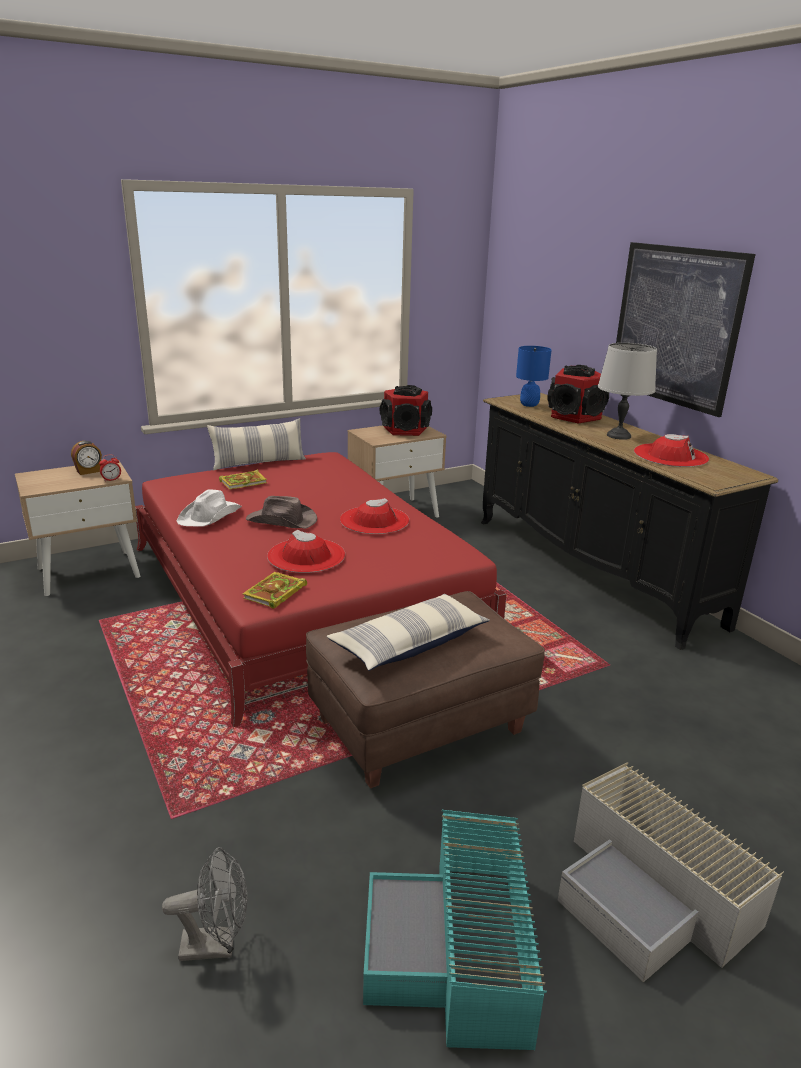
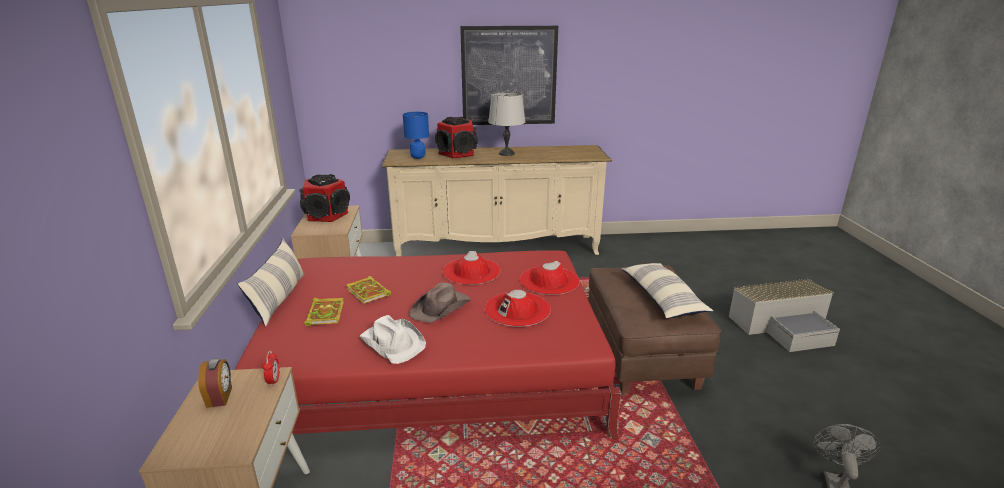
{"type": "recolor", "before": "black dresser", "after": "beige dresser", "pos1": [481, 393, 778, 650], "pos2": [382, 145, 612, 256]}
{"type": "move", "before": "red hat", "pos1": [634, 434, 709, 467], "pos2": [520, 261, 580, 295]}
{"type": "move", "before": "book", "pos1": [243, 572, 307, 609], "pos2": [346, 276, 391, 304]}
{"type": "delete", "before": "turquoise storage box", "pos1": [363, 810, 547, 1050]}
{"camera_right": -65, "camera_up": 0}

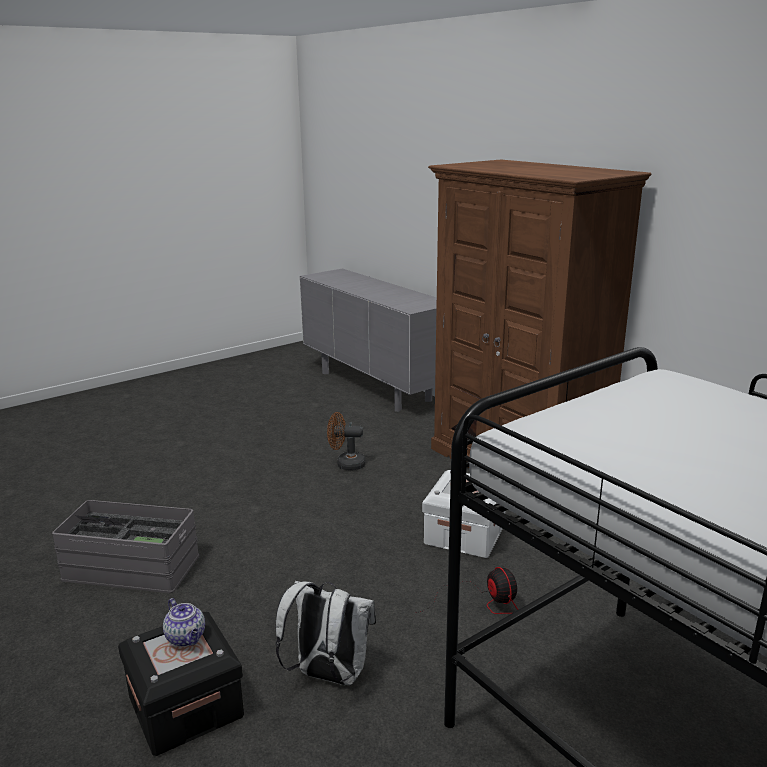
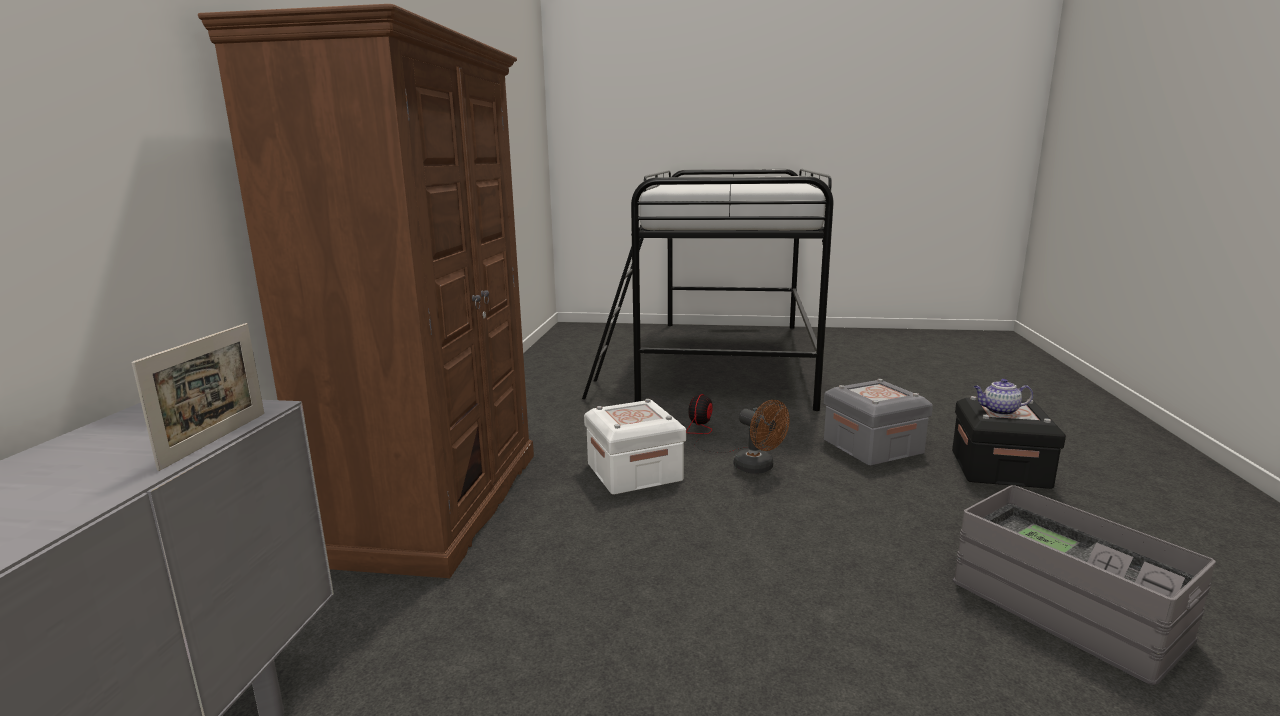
{"type": "move", "before": "brown fan", "pos1": [327, 412, 366, 470], "pos2": [734, 400, 789, 474]}
{"type": "replace", "before": "white backpack", "after": "grey storage box", "pos1": [275, 581, 376, 685], "pos2": [824, 379, 933, 466]}
{"type": "rotate", "before": "teapot", "pos1": [163, 598, 205, 647], "pos2": [974, 379, 1033, 415], "turn": -90}
{"type": "insert", "after": "picture frame", "pos2": [131, 323, 264, 471]}
{"camera_right": -135, "camera_up": -5}

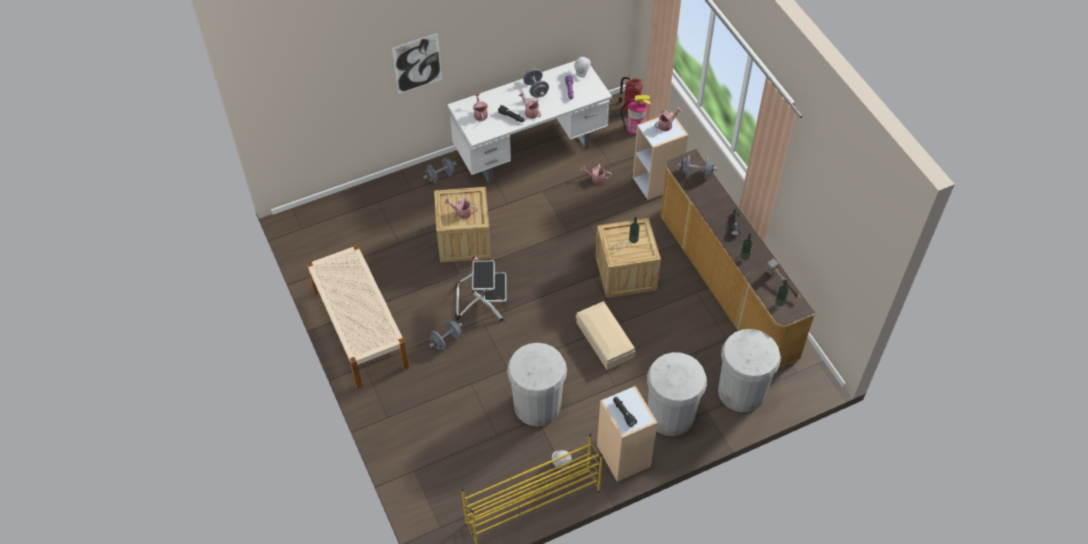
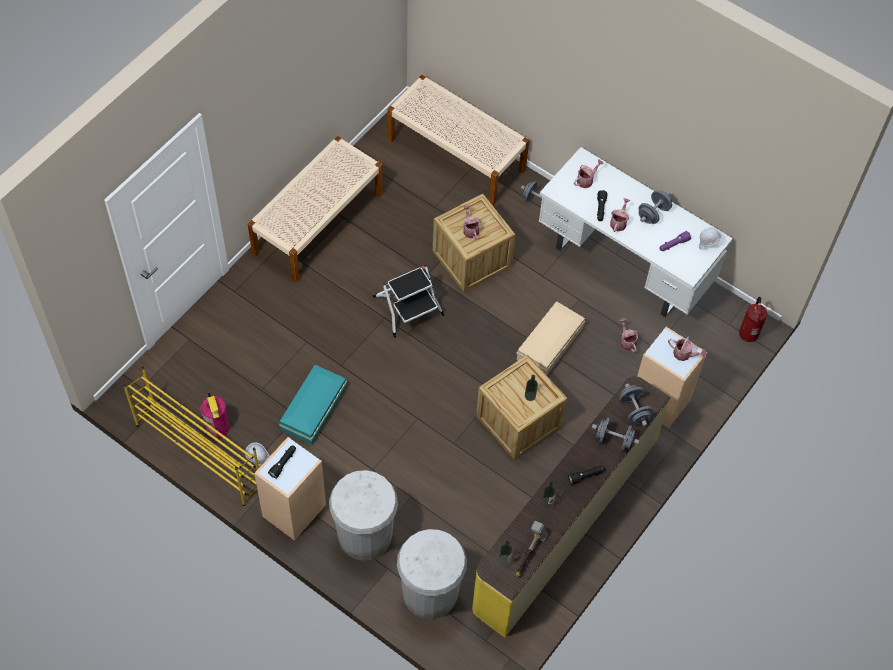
{"type": "delete", "before": "picture", "pos1": [392, 33, 442, 94]}
{"type": "move", "before": "fire extinguisher", "pos1": [621, 95, 651, 136], "pos2": [200, 393, 229, 438]}
{"type": "recolor", "before": "brown cabinet", "after": "yellow cabinet", "pos1": [660, 149, 815, 369], "pos2": [472, 376, 671, 637]}
{"type": "move", "before": "beige storage box", "pos1": [576, 301, 636, 370], "pos2": [516, 301, 585, 375]}
{"type": "move", "before": "grey dumbbell", "pos1": [429, 320, 462, 350], "pos2": [592, 418, 640, 451]}
{"type": "replace", "before": "white trash can", "after": "turquoise storage box", "pos1": [507, 343, 567, 426], "pos2": [279, 365, 347, 445]}
{"type": "insert", "after": "beige bench", "pos2": [387, 75, 529, 206]}
{"camera_right": 60, "camera_up": 5}

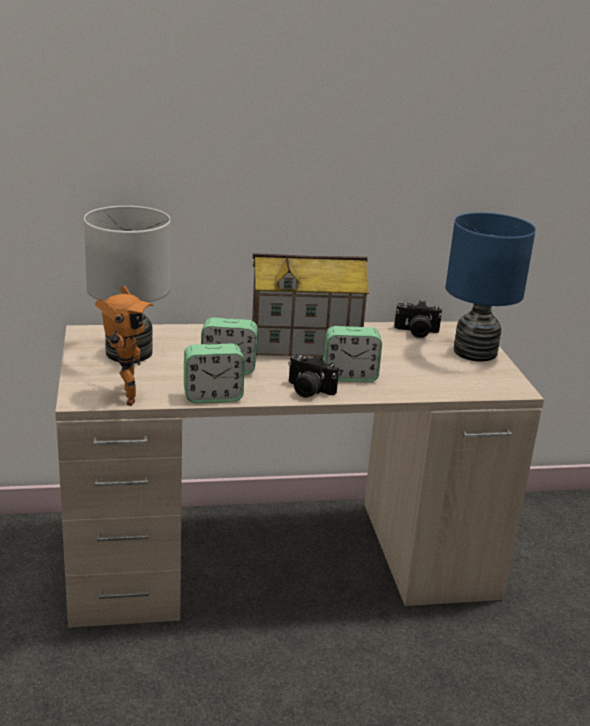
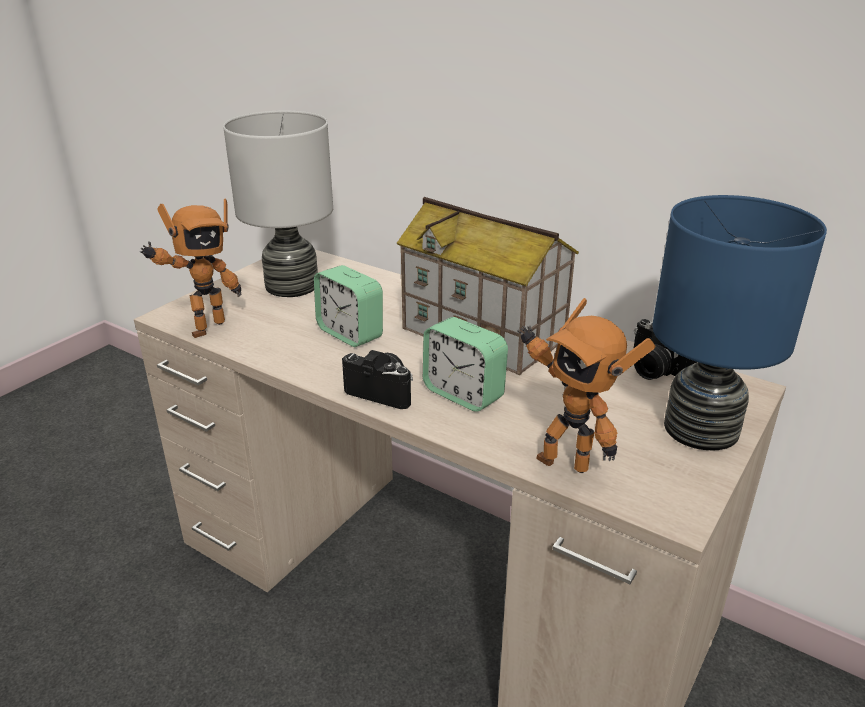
{"type": "delete", "before": "alarm clock", "pos1": [184, 344, 245, 403]}
{"type": "rotate", "before": "photo camera", "pos1": [288, 354, 339, 398], "pos2": [342, 350, 413, 409], "turn": 135}
{"type": "insert", "after": "toy robot", "pos2": [517, 298, 655, 473]}
{"camera_right": 45, "camera_up": 5}

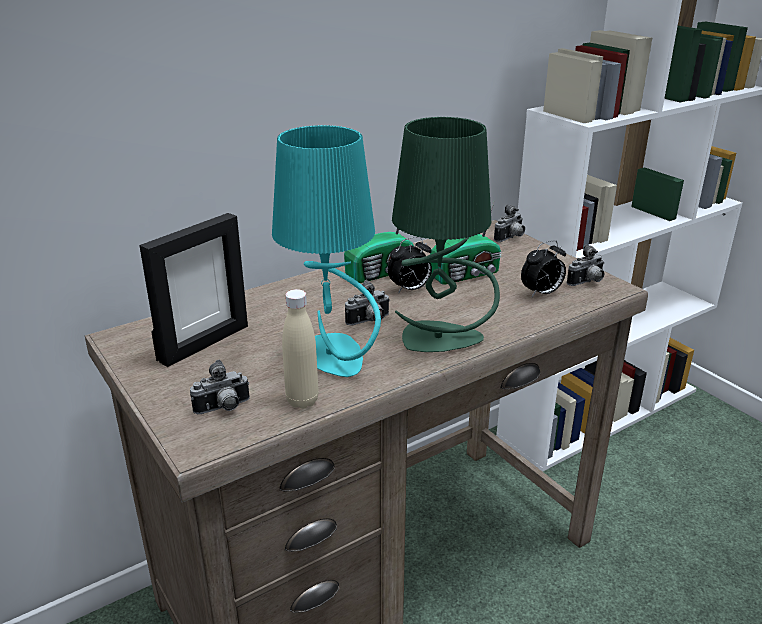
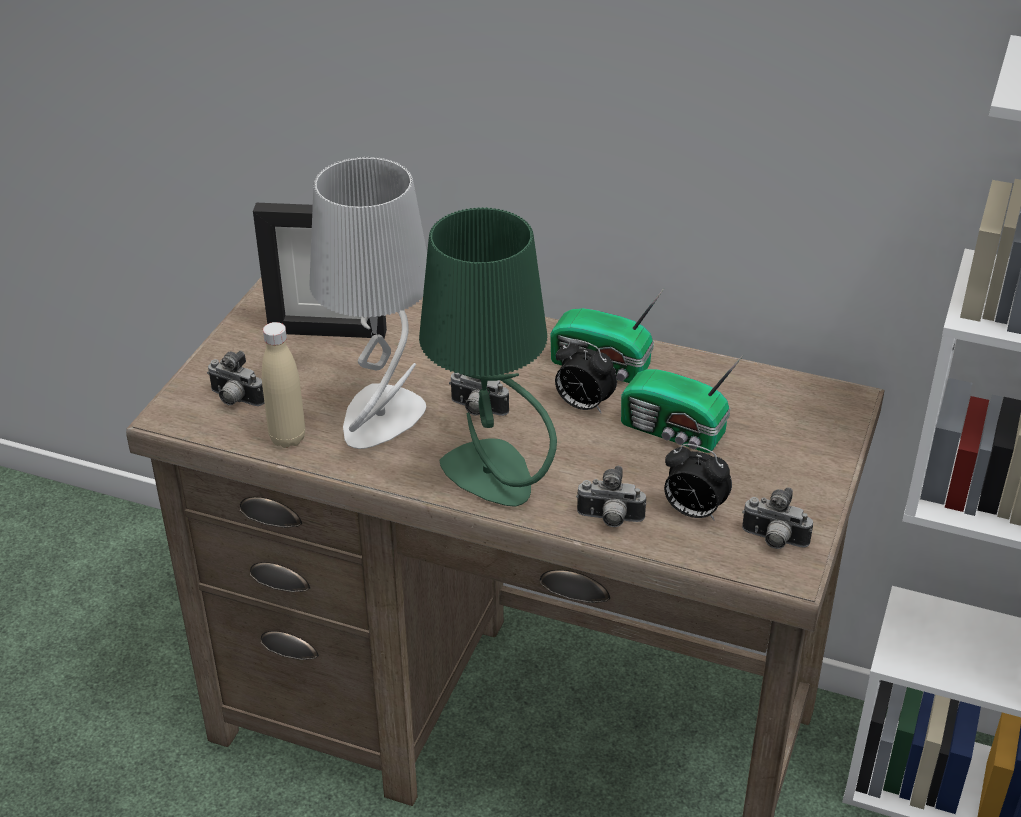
{"type": "recolor", "before": "turquoise table lamp", "after": "grey table lamp", "pos1": [272, 125, 381, 377], "pos2": [309, 157, 427, 449]}
{"type": "move", "before": "photo camera", "pos1": [494, 205, 525, 242], "pos2": [576, 466, 646, 527]}
{"camera_right": 55, "camera_up": 10}

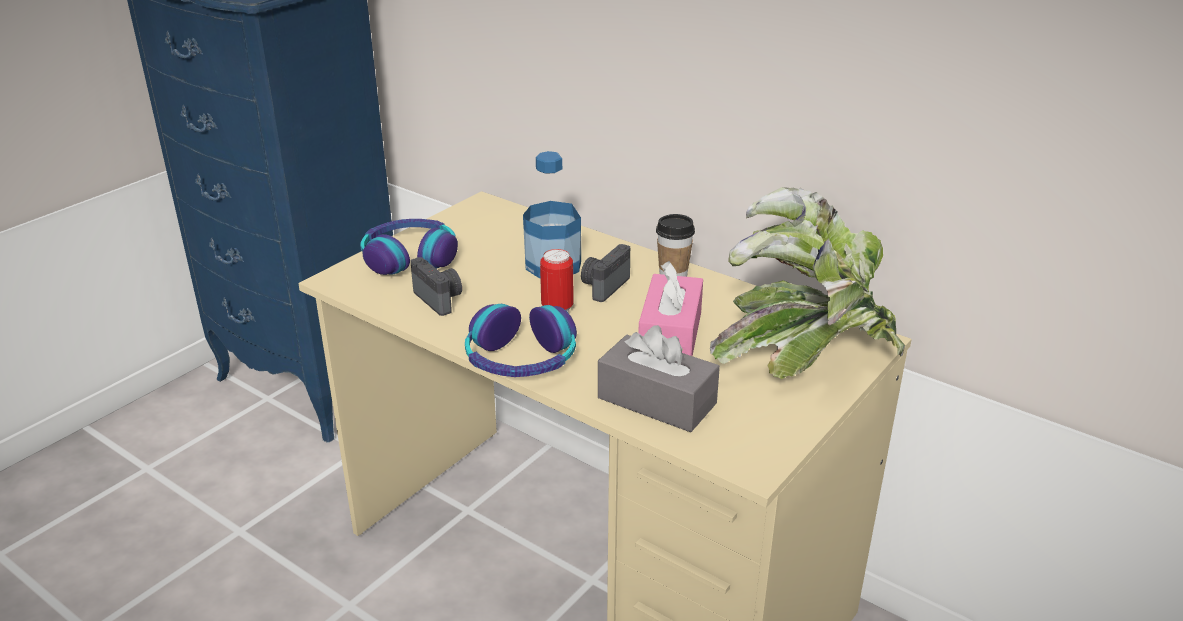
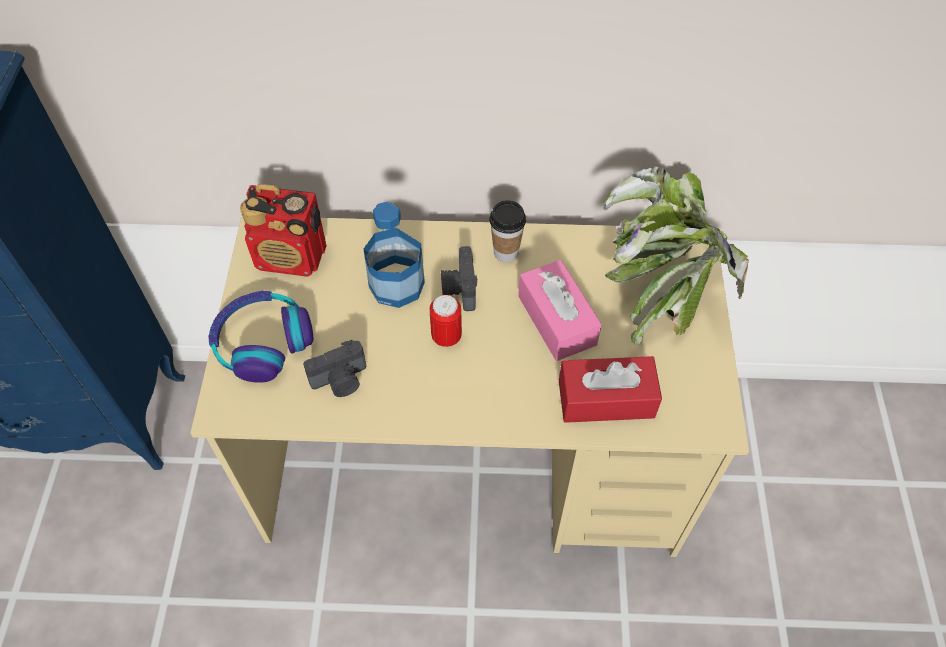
{"type": "rotate", "before": "photo camera", "pos1": [410, 257, 462, 316], "pos2": [303, 340, 366, 397], "turn": 135}
{"type": "delete", "before": "headphones", "pos1": [465, 304, 577, 377]}
{"type": "recolor", "before": "grey tissue box", "after": "red tissue box", "pos1": [598, 325, 720, 432], "pos2": [559, 356, 662, 423]}
{"type": "insert", "after": "radio", "pos2": [240, 184, 326, 277]}
{"camera_right": -35, "camera_up": 25}

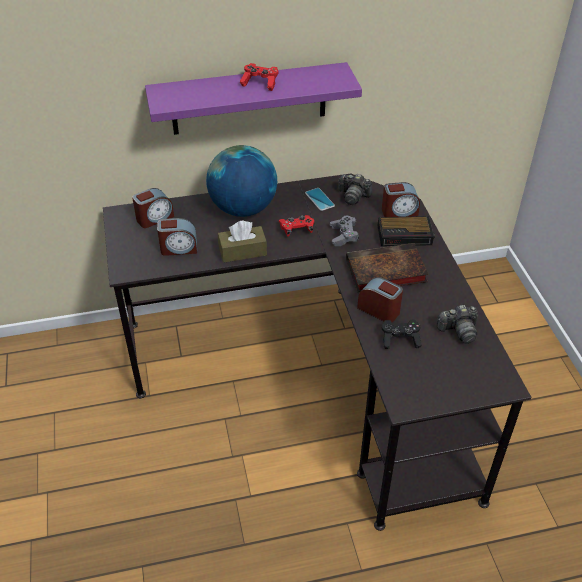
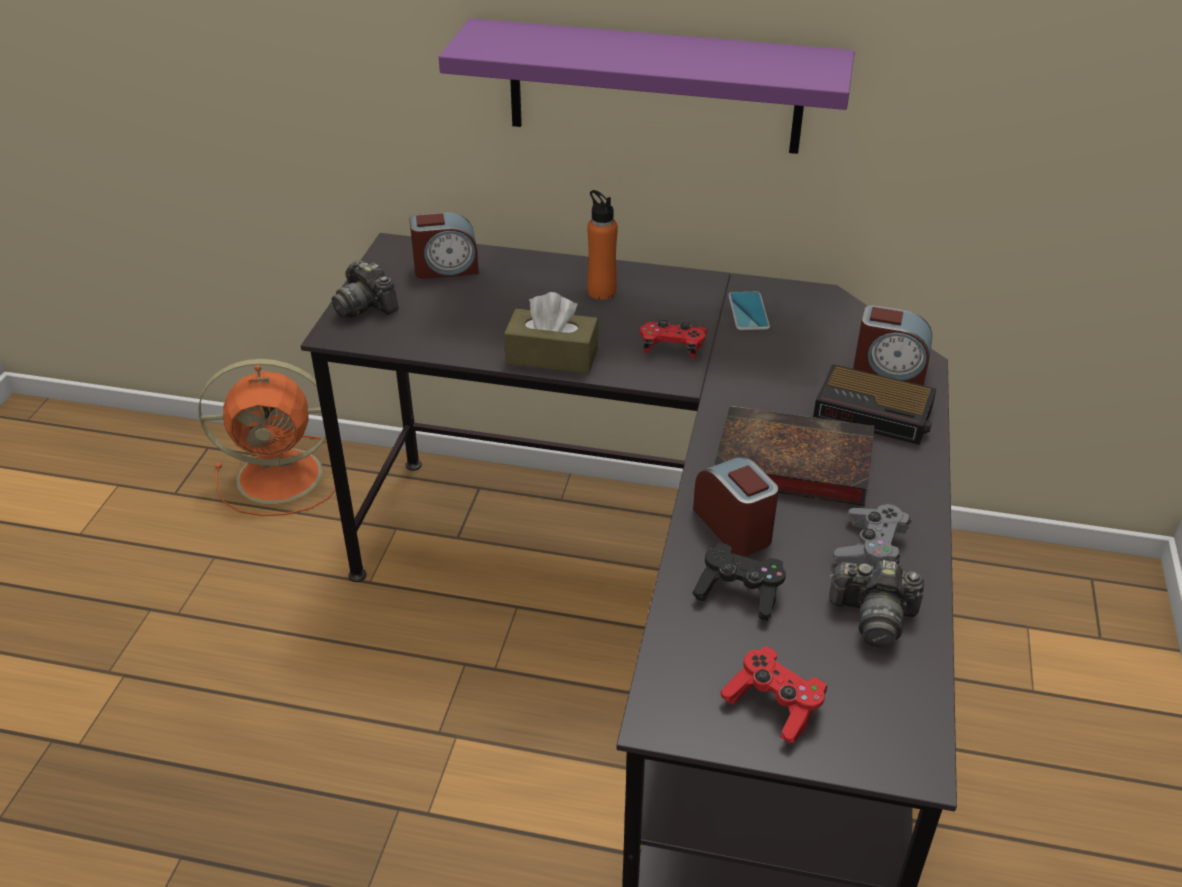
{"type": "move", "before": "red game controller", "pos1": [240, 63, 279, 91], "pos2": [720, 647, 827, 745]}
{"type": "replace", "before": "globe", "after": "orange bottle", "pos1": [206, 145, 277, 217], "pos2": [587, 190, 618, 300]}
{"type": "move", "before": "photo camera", "pos1": [338, 174, 372, 205], "pos2": [331, 260, 399, 318]}
{"type": "move", "before": "grey game controller", "pos1": [330, 216, 359, 246], "pos2": [833, 504, 912, 565]}
{"type": "delete", "before": "alarm clock", "pos1": [157, 218, 197, 256]}
{"type": "insert", "after": "orange fan", "pos2": [199, 359, 335, 516]}
{"camera_right": 25, "camera_up": -5}

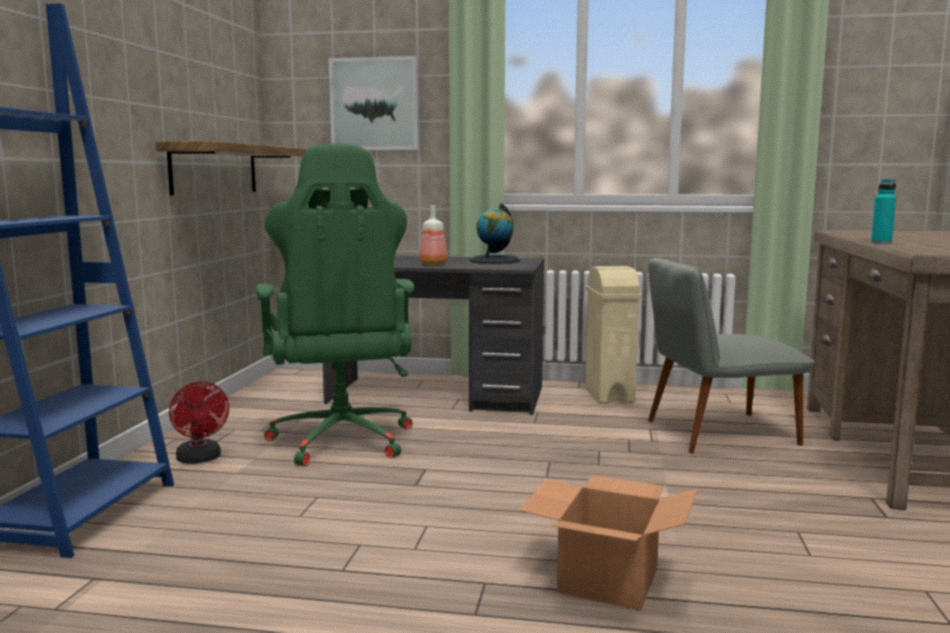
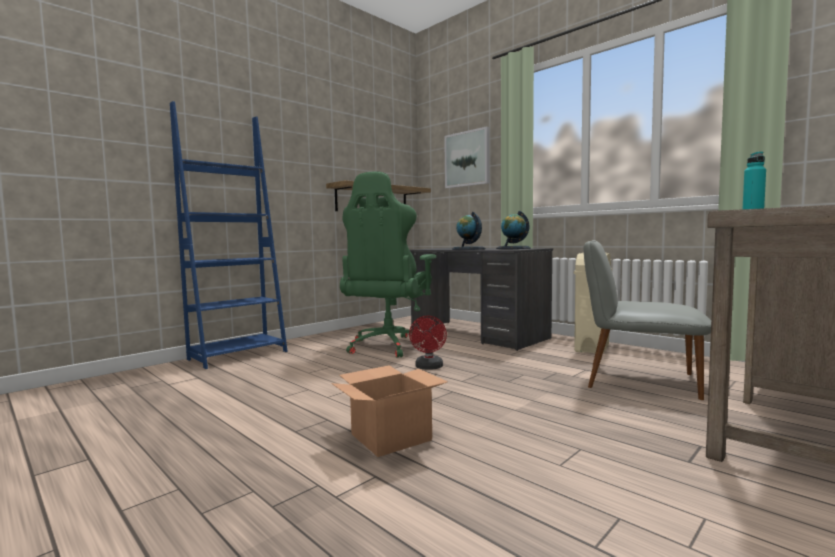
{"type": "replace", "before": "bottle", "after": "globe", "pos1": [419, 205, 447, 265], "pos2": [452, 212, 485, 250]}
{"type": "move", "before": "red fan", "pos1": [169, 382, 229, 464], "pos2": [409, 316, 447, 370]}
{"camera_right": 35, "camera_up": -5}

